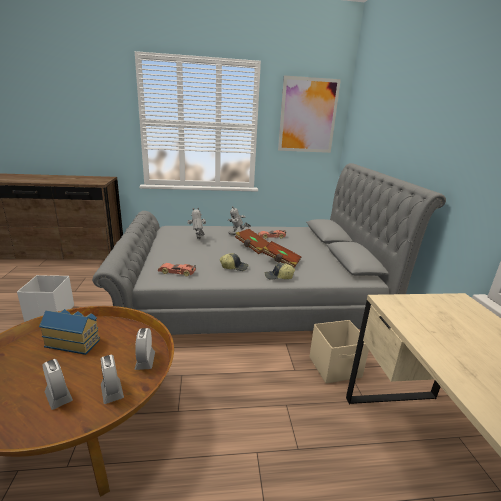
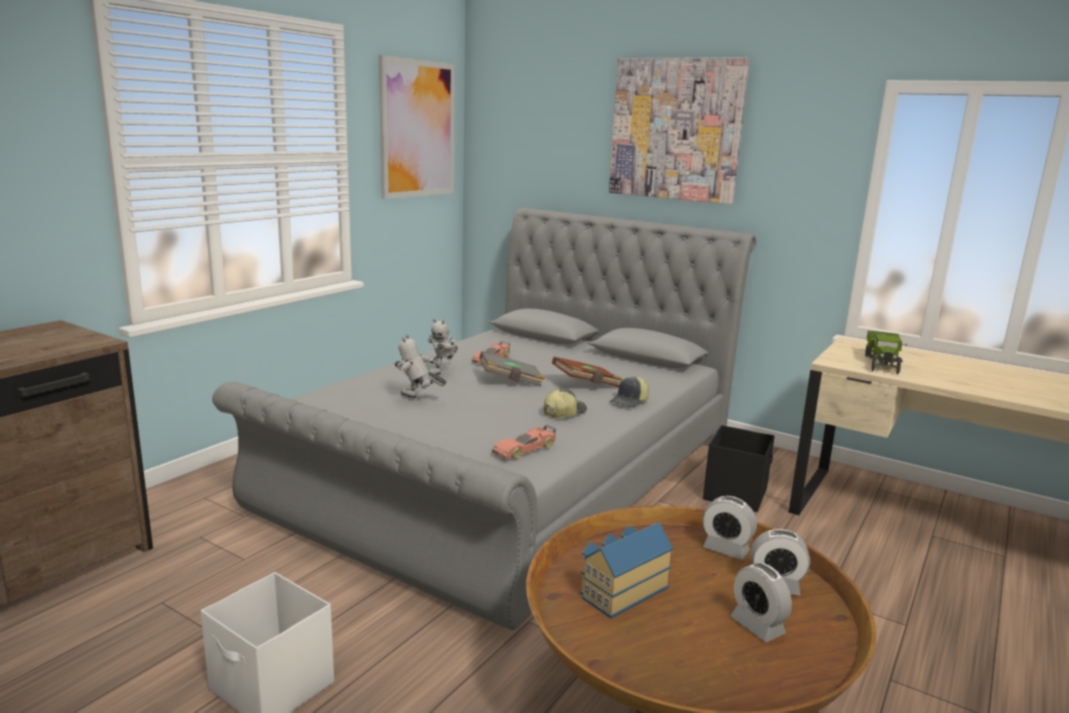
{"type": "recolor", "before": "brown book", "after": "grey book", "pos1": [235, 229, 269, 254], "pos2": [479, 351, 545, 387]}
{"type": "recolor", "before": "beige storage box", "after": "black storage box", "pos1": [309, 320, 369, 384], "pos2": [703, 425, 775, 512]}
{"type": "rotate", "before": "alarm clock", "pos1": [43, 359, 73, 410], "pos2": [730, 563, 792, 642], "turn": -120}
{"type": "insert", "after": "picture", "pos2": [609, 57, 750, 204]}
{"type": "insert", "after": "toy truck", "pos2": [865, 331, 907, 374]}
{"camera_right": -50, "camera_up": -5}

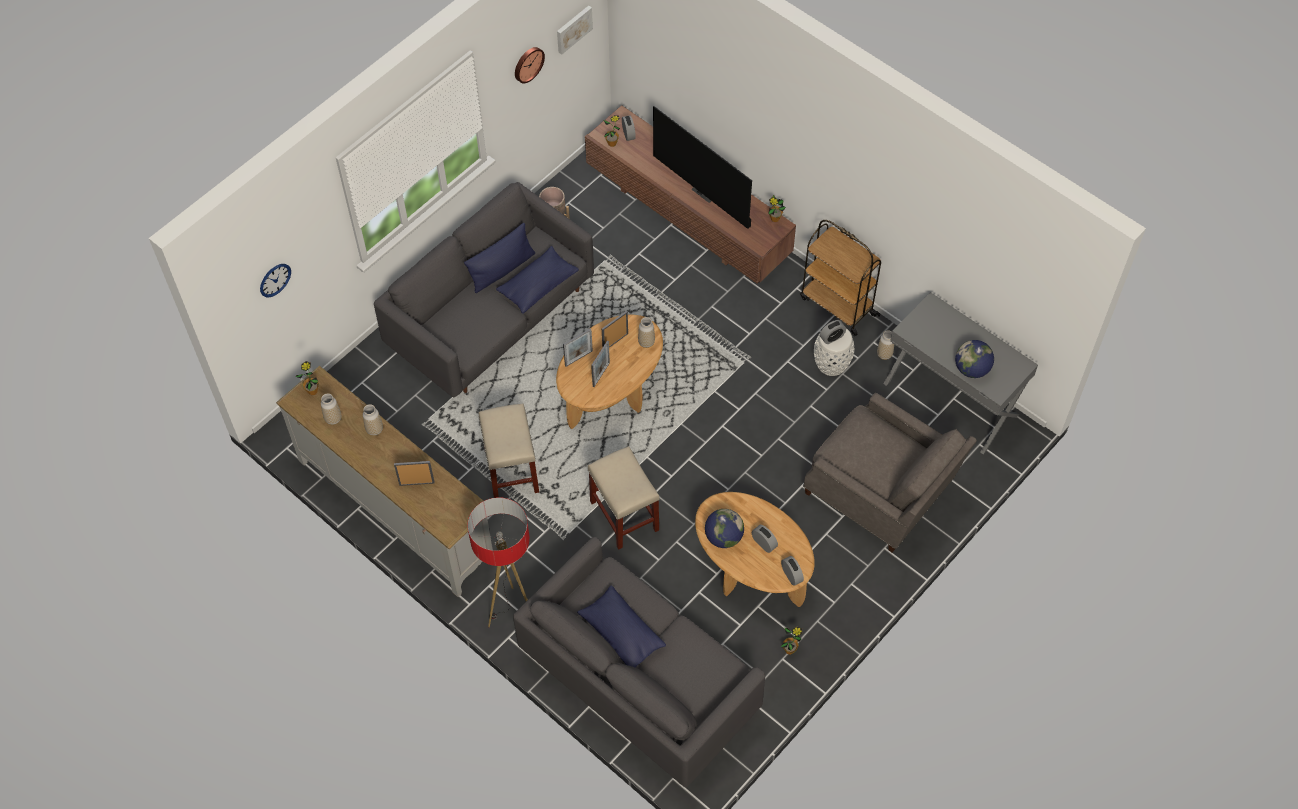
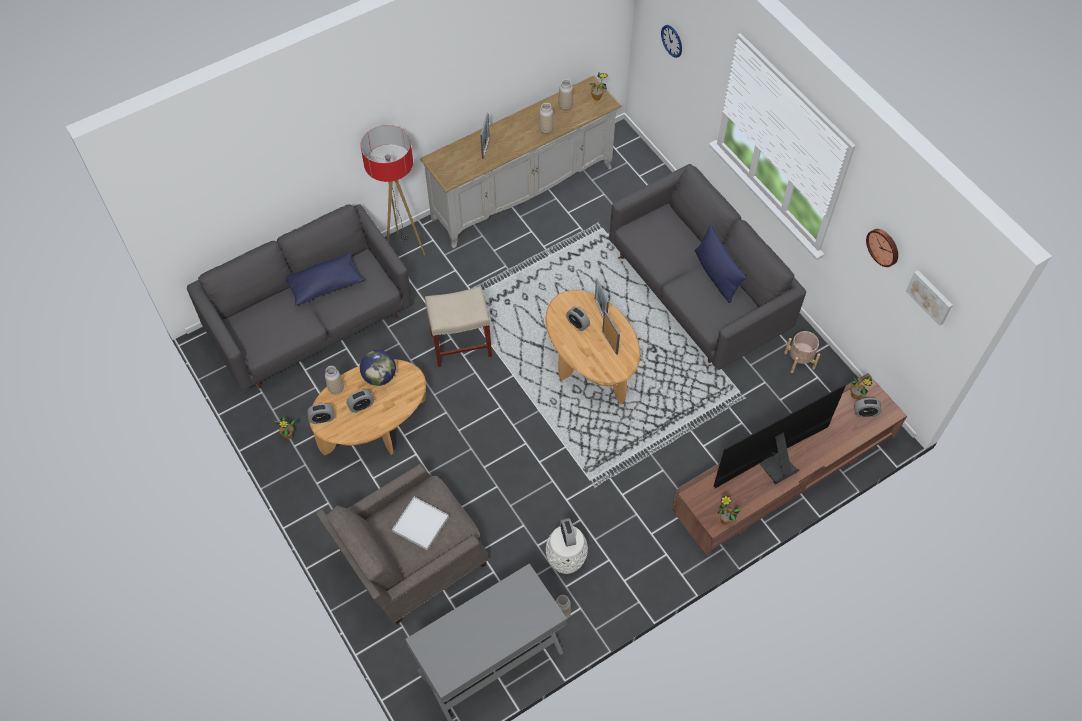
{"type": "delete", "before": "brown cart", "pos1": [800, 220, 881, 336]}
{"type": "delete", "before": "blue pillow", "pos1": [496, 246, 579, 314]}
{"type": "move", "before": "vase", "pos1": [638, 317, 655, 348], "pos2": [325, 366, 344, 394]}
{"type": "delete", "before": "globe", "pos1": [955, 340, 994, 378]}
{"type": "replace", "before": "picture frame", "after": "alarm clock", "pos1": [591, 341, 610, 387], "pos2": [566, 306, 590, 331]}
{"type": "delete", "before": "beige stool", "pos1": [478, 403, 539, 498]}
{"type": "insert", "after": "white tray", "pos2": [392, 497, 449, 550]}
{"camera_right": 105, "camera_up": 0}

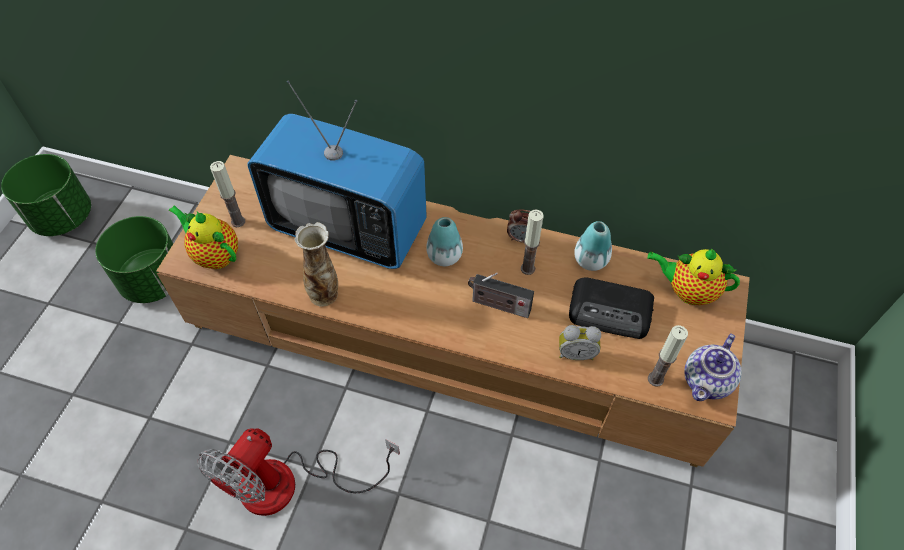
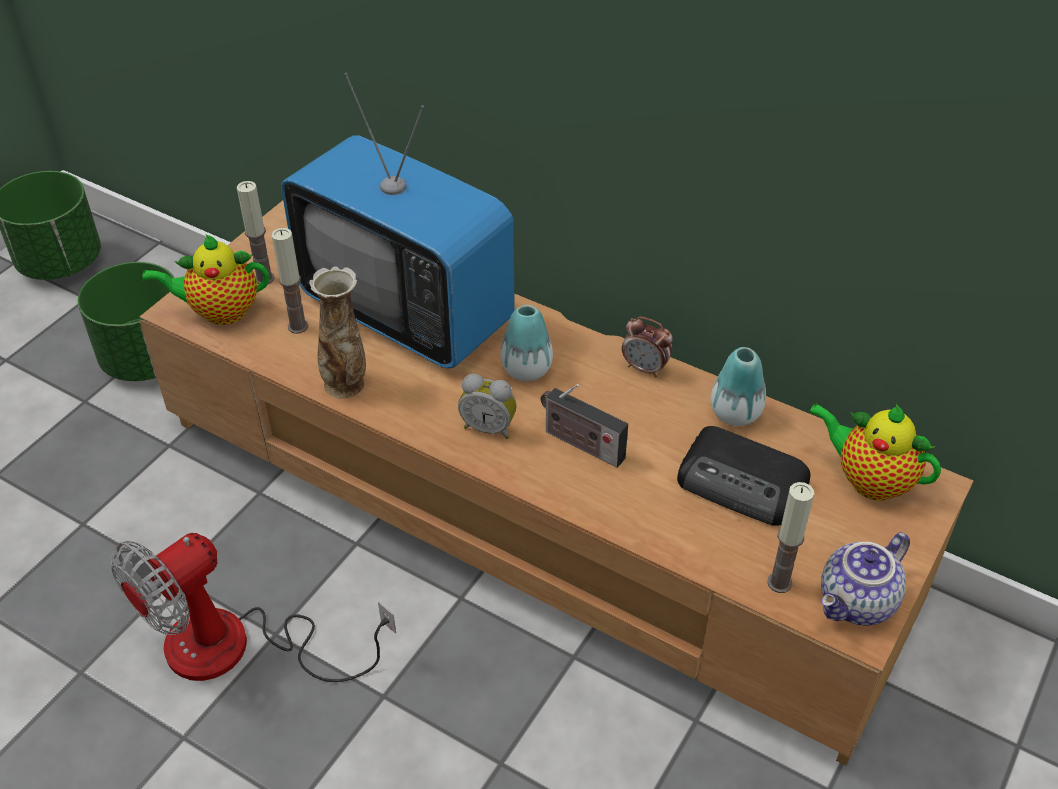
{"type": "rotate", "before": "teapot", "pos1": [169, 205, 238, 269], "pos2": [142, 234, 269, 325], "turn": -60}
{"type": "move", "before": "candle", "pos1": [521, 209, 544, 275], "pos2": [272, 228, 308, 334]}
{"type": "move", "before": "alarm clock", "pos1": [559, 325, 601, 360], "pos2": [458, 373, 517, 439]}
{"camera_right": 15, "camera_up": -10}

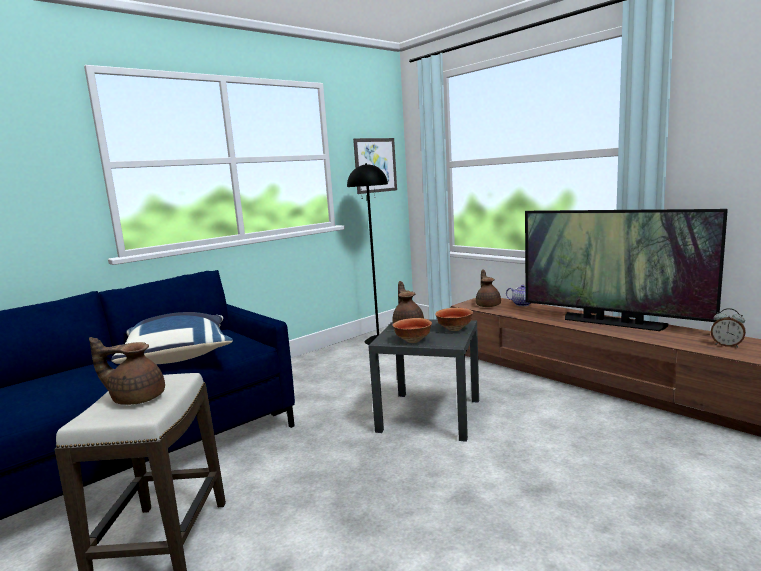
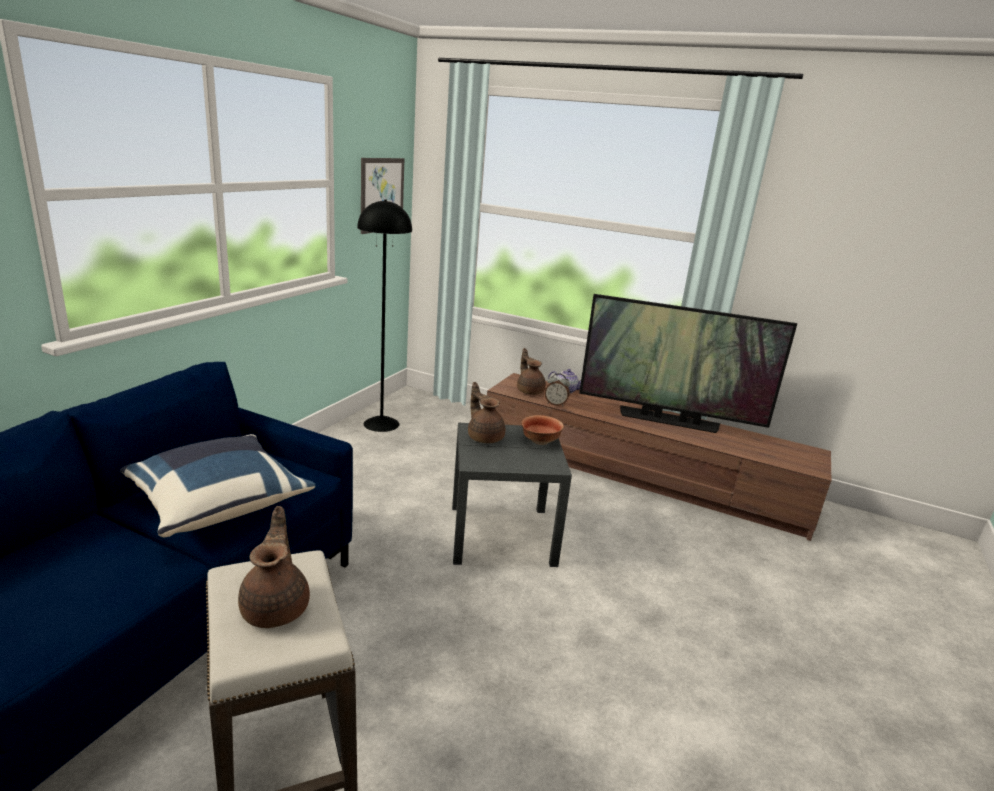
{"type": "move", "before": "alarm clock", "pos1": [711, 308, 746, 347], "pos2": [545, 373, 570, 406]}
{"type": "delete", "before": "bowl", "pos1": [393, 318, 432, 343]}
{"type": "rotate", "before": "brown teapot", "pos1": [89, 337, 165, 405], "pos2": [238, 506, 310, 628], "turn": 105}
{"camera_right": -25, "camera_up": 10}

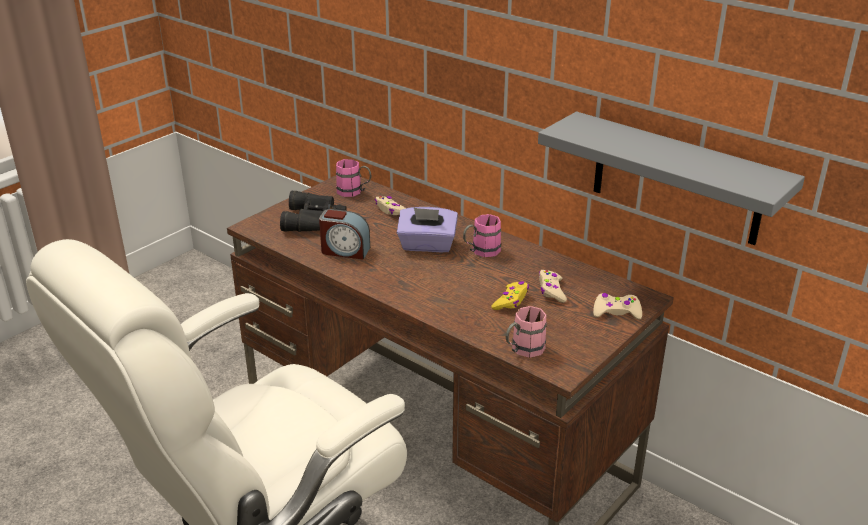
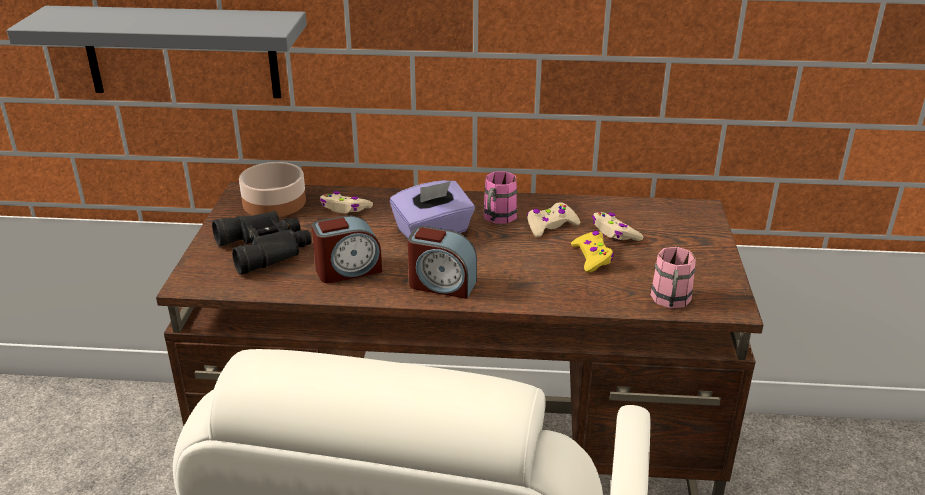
{"type": "move", "before": "grey shelf", "pos1": [538, 112, 805, 245], "pos2": [7, 6, 307, 98]}
{"type": "replace", "before": "pink mug", "after": "bowl", "pos1": [336, 159, 371, 197], "pos2": [239, 162, 306, 217]}
{"type": "move", "before": "beige game controller", "pos1": [593, 293, 642, 320], "pos2": [527, 202, 580, 237]}
{"type": "insert", "after": "alarm clock", "pos2": [408, 226, 477, 299]}
{"camera_right": -35, "camera_up": 0}

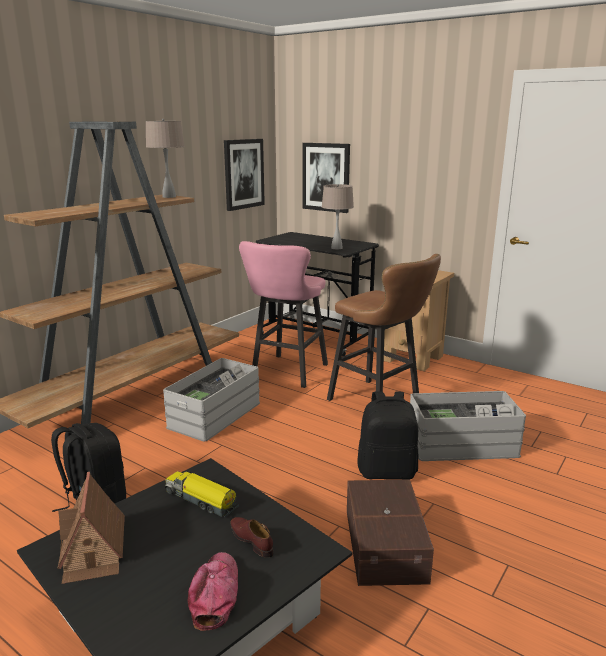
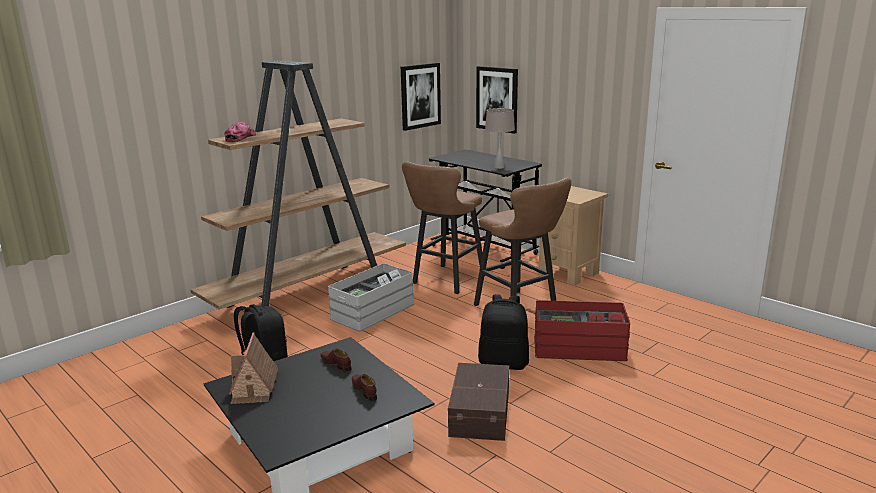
{"type": "delete", "before": "beige table lamp", "pos1": [146, 119, 185, 198]}
{"type": "recolor", "before": "pink stool", "after": "brown stool", "pos1": [239, 241, 328, 388], "pos2": [402, 161, 486, 294]}
{"type": "recolor", "before": "grey storage box", "after": "red storage box", "pos1": [410, 391, 526, 461], "pos2": [534, 300, 630, 361]}
{"type": "replace", "before": "toy truck", "after": "brown shoe", "pos1": [165, 470, 239, 517], "pos2": [320, 348, 351, 371]}
{"type": "move", "before": "cap", "pos1": [188, 552, 238, 631], "pos2": [224, 122, 256, 142]}
{"camera_right": 10, "camera_up": 0}

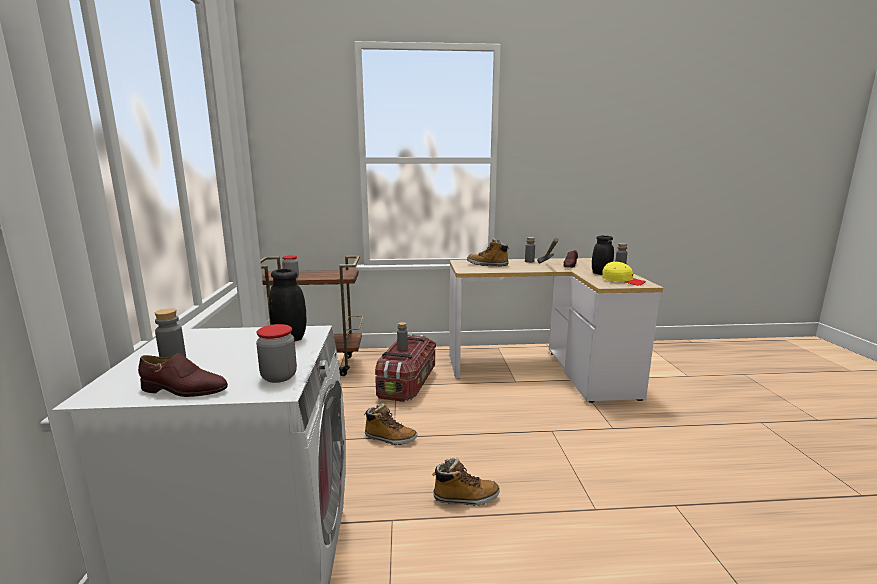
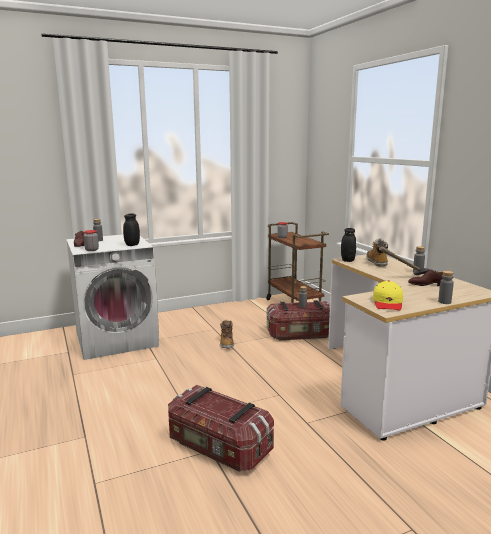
{"type": "move", "before": "black jar", "pos1": [592, 236, 614, 275], "pos2": [341, 228, 356, 262]}
{"type": "delete", "before": "boot", "pos1": [432, 457, 499, 506]}
{"type": "insert", "after": "storage box", "pos2": [168, 385, 274, 472]}
{"camera_right": 70, "camera_up": 0}

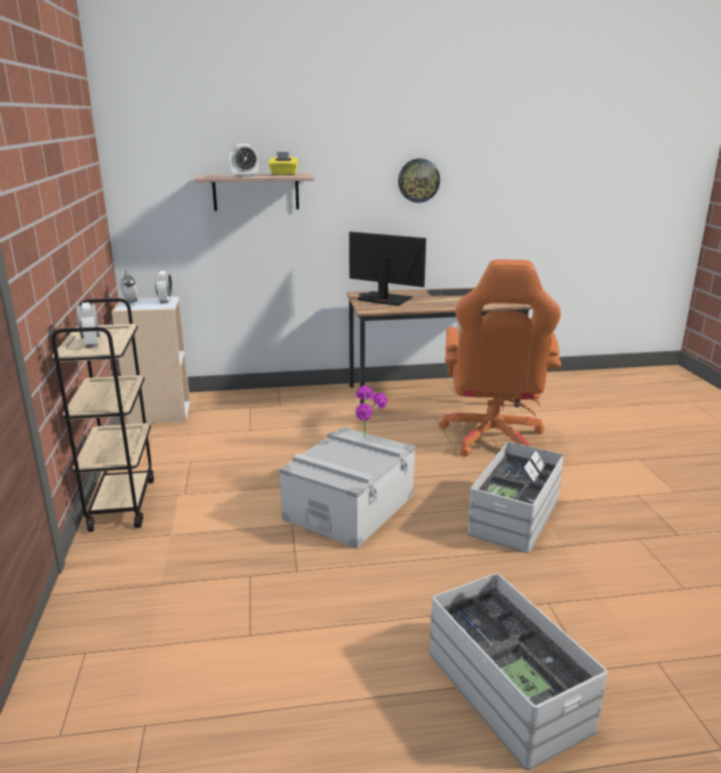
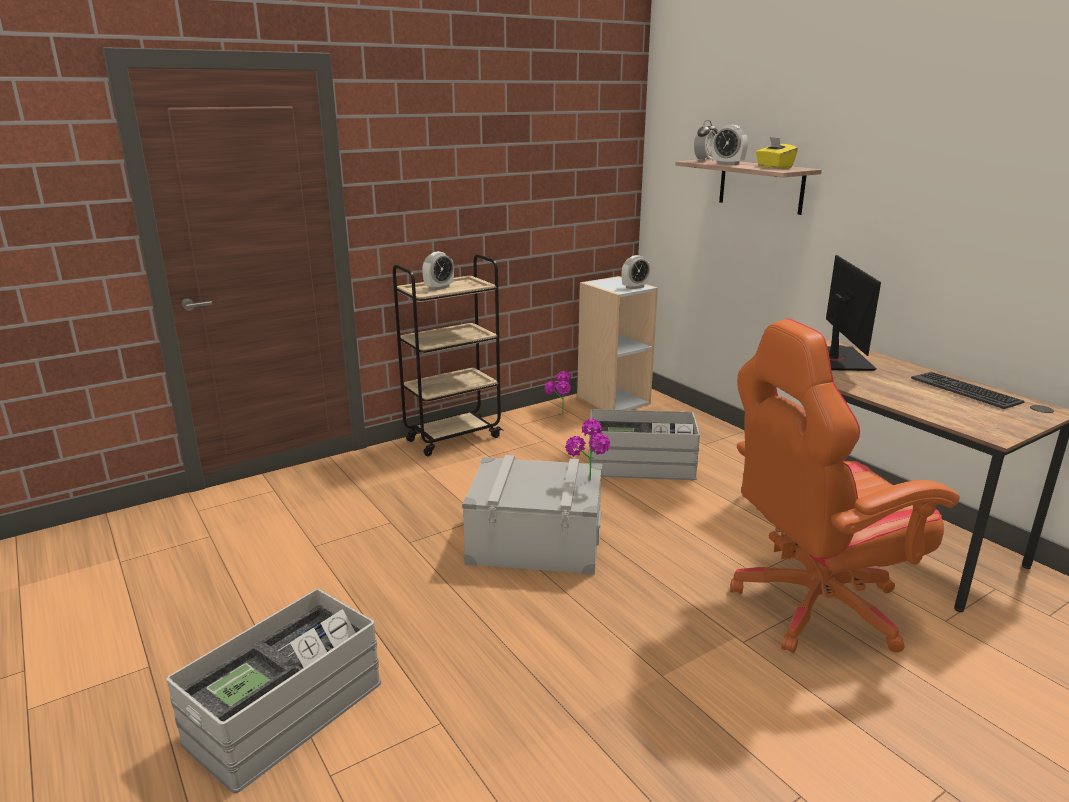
{"type": "delete", "before": "wall clock", "pos1": [398, 158, 440, 203]}
{"type": "move", "before": "alarm clock", "pos1": [120, 271, 138, 305], "pos2": [694, 120, 718, 162]}
{"type": "move", "before": "grey storage box", "pos1": [467, 442, 564, 553], "pos2": [588, 409, 700, 480]}
{"type": "insert", "after": "potted plant", "pos2": [544, 371, 571, 415]}
{"camera_right": 65, "camera_up": 0}

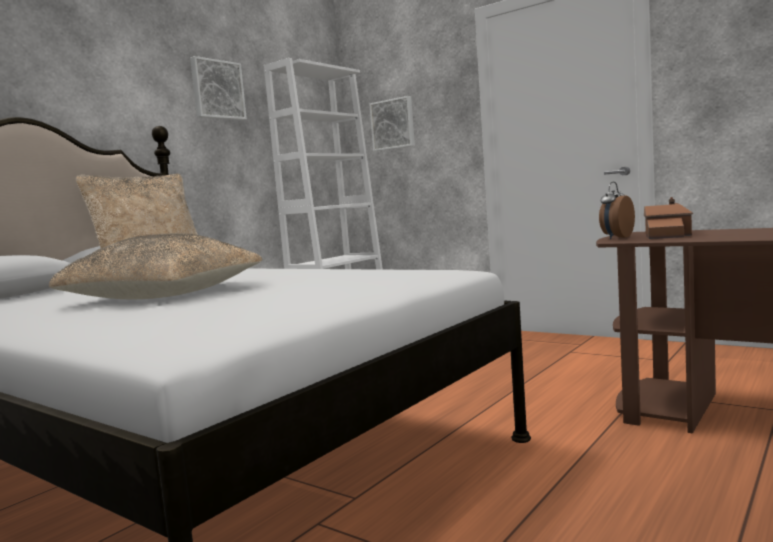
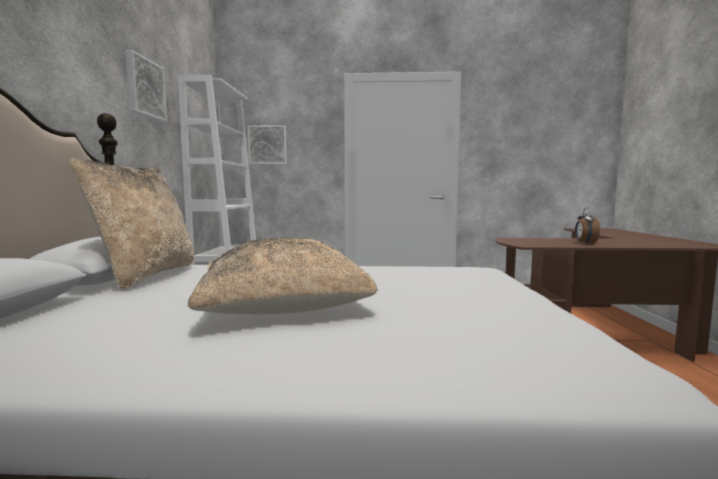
{"type": "move", "before": "alarm clock", "pos1": [599, 182, 635, 239], "pos2": [575, 208, 600, 244]}
{"type": "delete", "before": "toy house", "pos1": [644, 197, 693, 239]}
{"camera_right": -35, "camera_up": 0}

